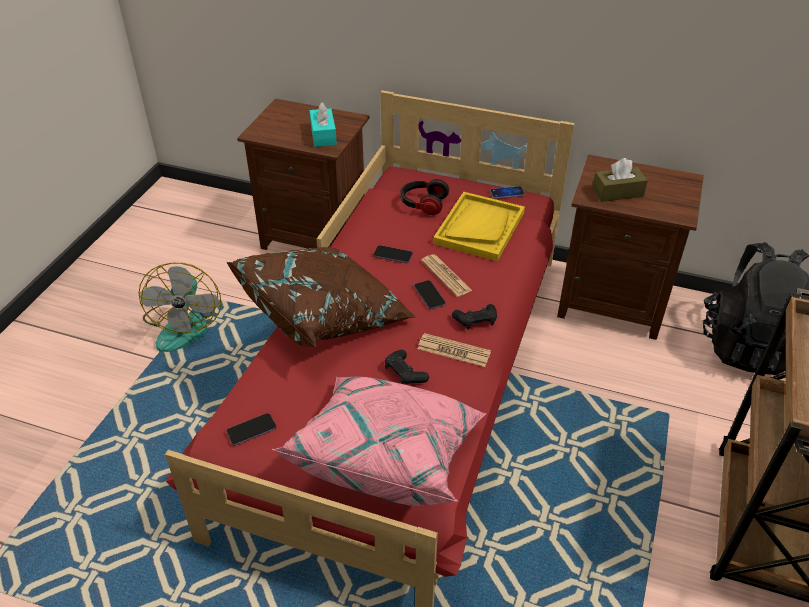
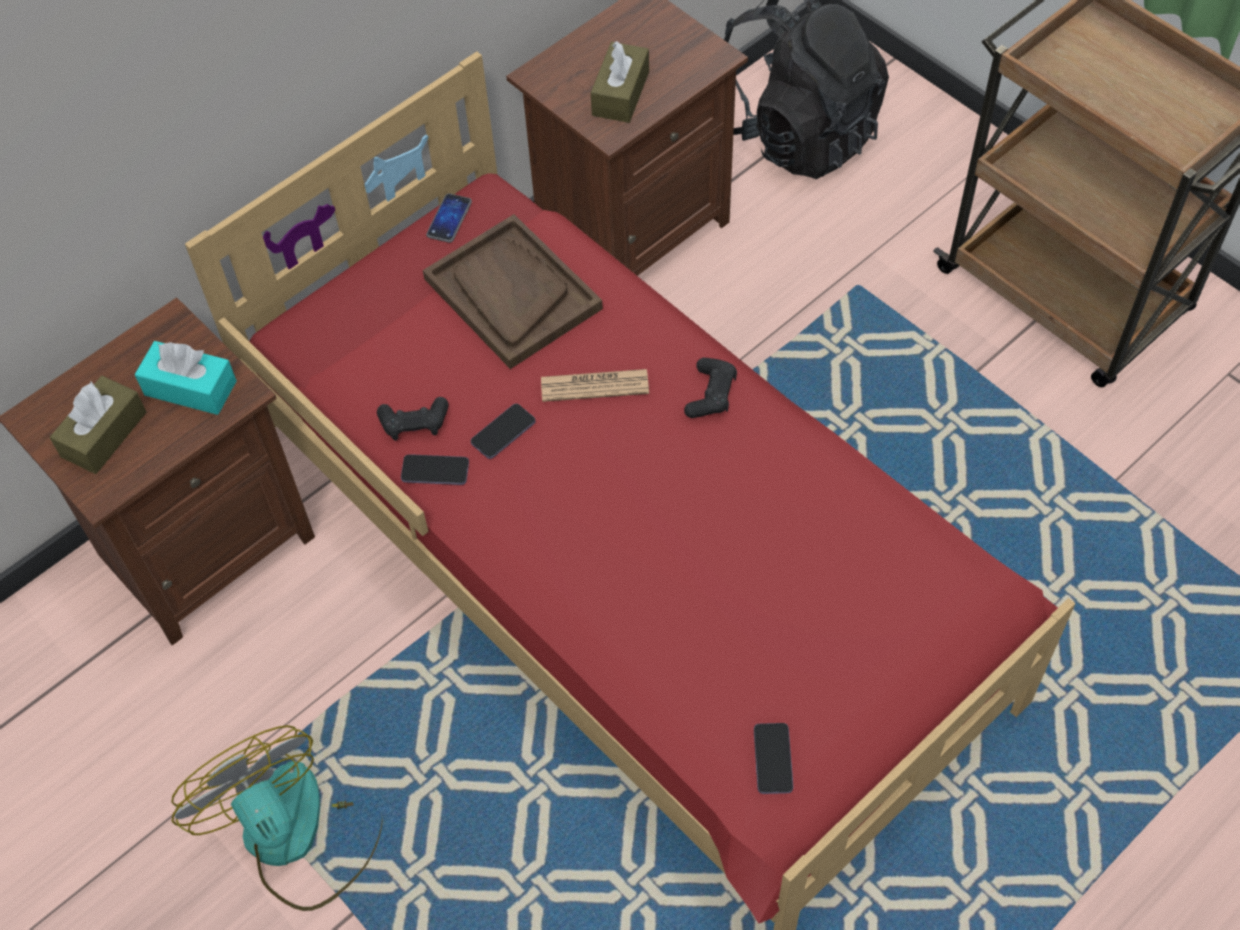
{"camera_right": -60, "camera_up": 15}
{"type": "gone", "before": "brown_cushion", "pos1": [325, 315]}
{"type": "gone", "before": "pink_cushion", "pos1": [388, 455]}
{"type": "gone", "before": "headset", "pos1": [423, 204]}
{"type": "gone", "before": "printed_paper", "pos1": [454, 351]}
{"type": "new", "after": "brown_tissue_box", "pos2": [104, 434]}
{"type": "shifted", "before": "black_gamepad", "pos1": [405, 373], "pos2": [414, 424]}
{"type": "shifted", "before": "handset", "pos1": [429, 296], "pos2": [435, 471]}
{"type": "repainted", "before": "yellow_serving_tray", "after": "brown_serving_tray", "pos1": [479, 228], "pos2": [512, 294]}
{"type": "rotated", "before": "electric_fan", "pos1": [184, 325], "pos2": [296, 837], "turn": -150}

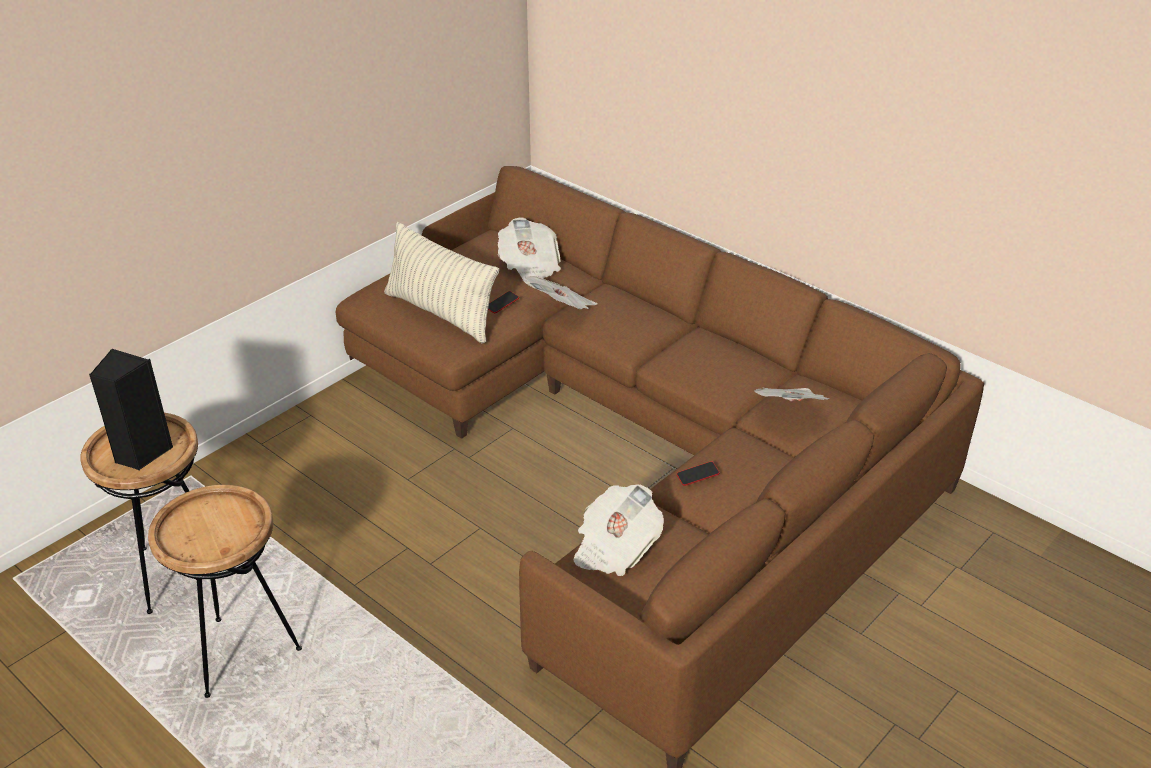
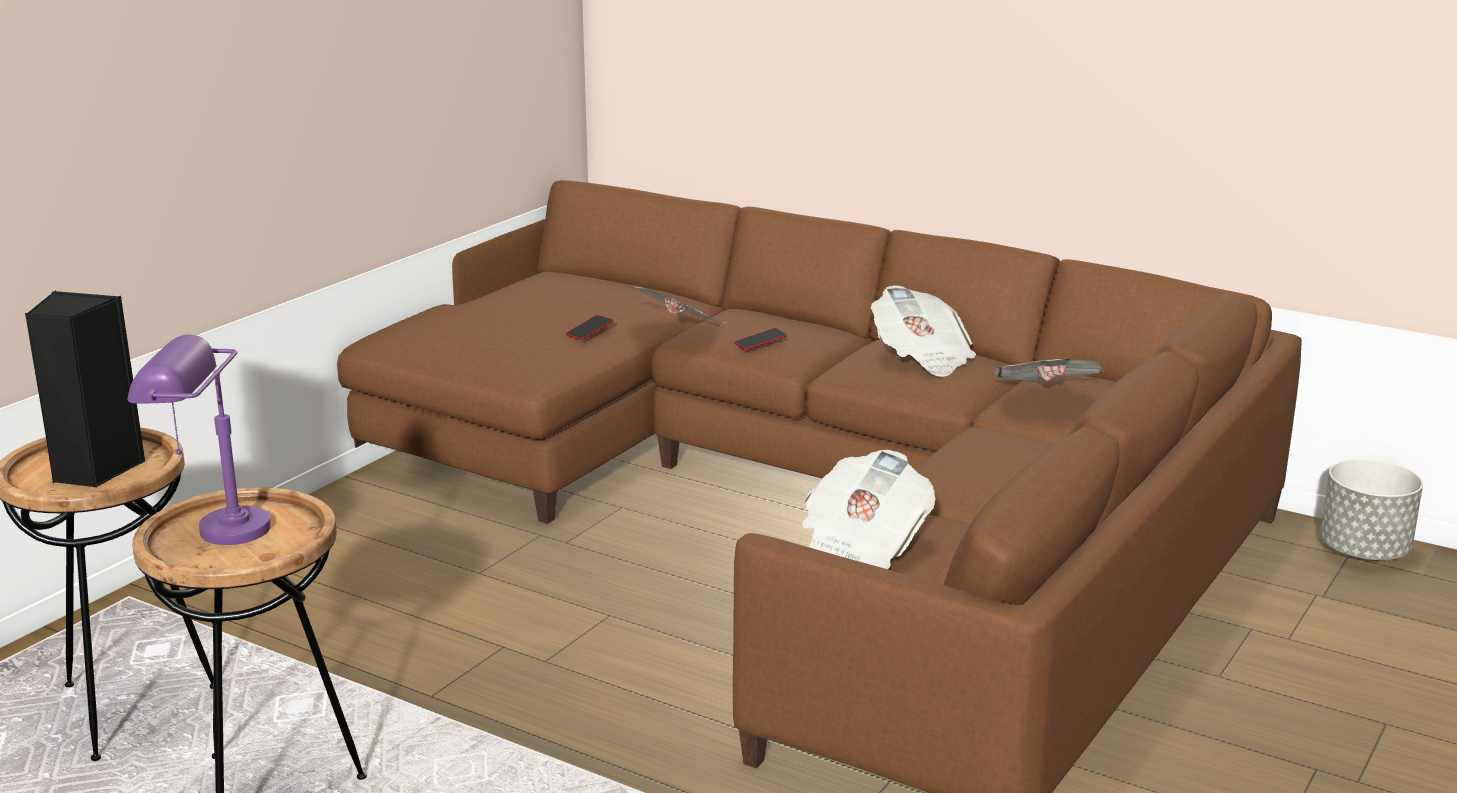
{"camera_right": -10, "camera_up": -15}
{"type": "gone", "before": "cushion", "pos1": [441, 313]}
{"type": "new", "after": "purple-coloured_tabletop_lamp", "pos2": [210, 530]}
{"type": "new", "after": "gray_flower_pot", "pos2": [1364, 552]}
{"type": "shifted", "before": "printed_paper", "pos1": [529, 267], "pos2": [922, 358]}
{"type": "shifted", "before": "handset", "pos1": [697, 476], "pos2": [760, 343]}

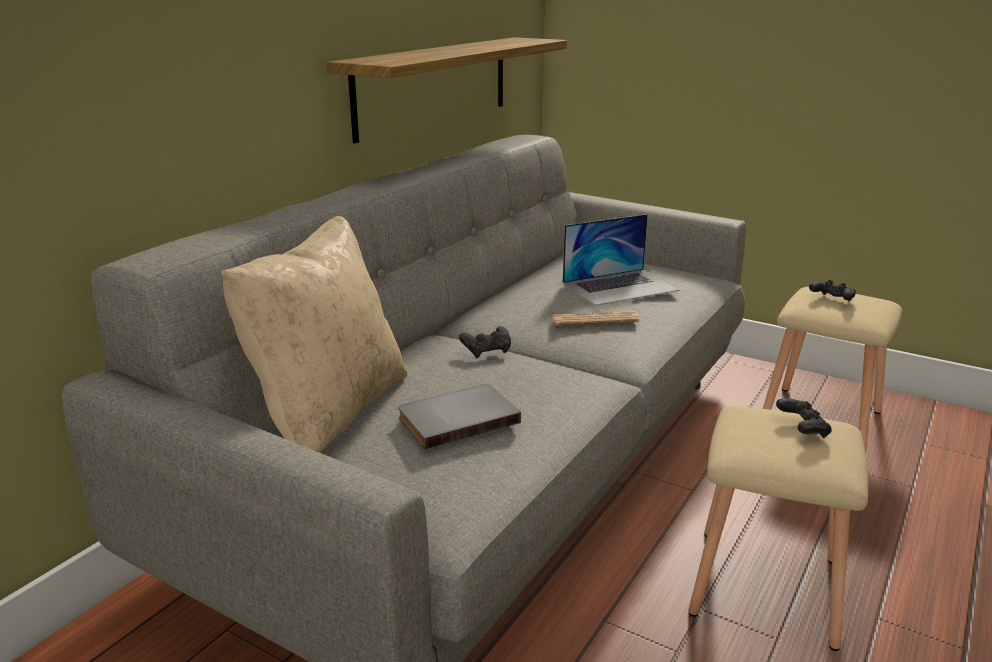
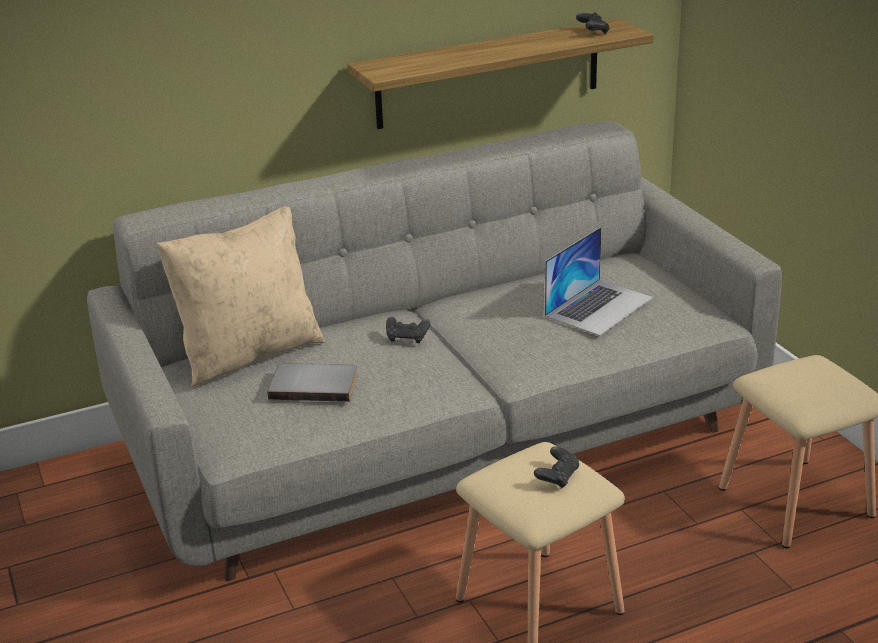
{"camera_right": 35, "camera_up": 5}
{"type": "gone", "before": "printed_paper", "pos1": [594, 319]}
{"type": "shifted", "before": "black_gamepad", "pos1": [831, 300], "pos2": [593, 32]}
{"type": "rotated", "before": "notebook_computer", "pos1": [620, 286], "pos2": [599, 306], "turn": -60}

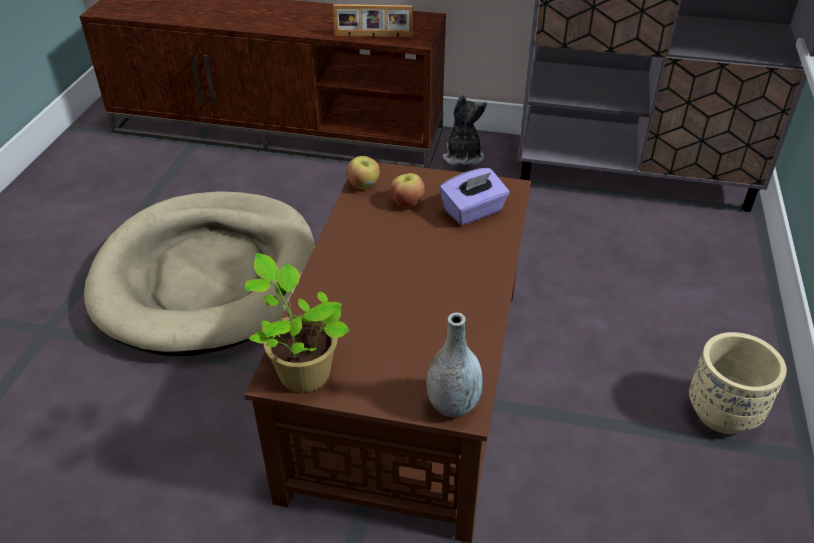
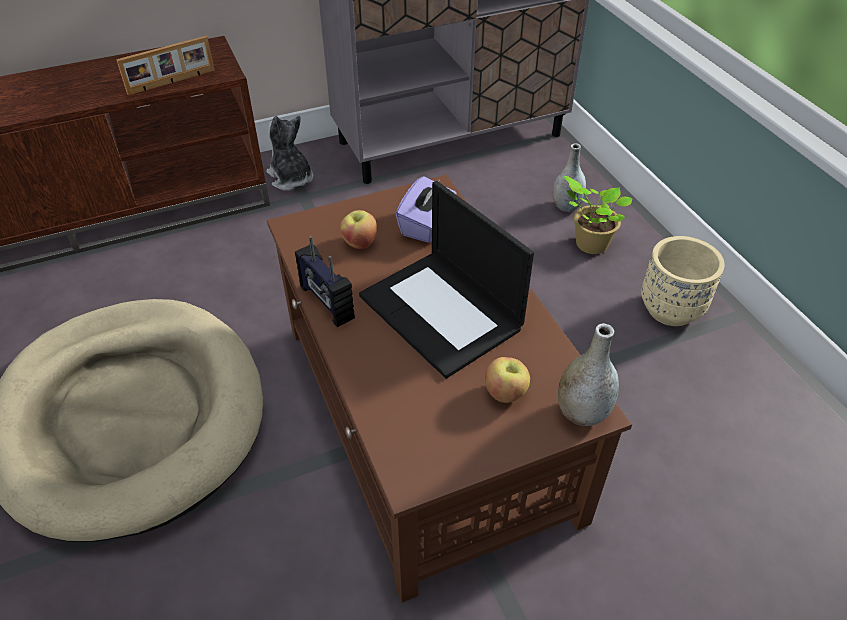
{"camera_right": -35, "camera_up": 5}
{"type": "new", "after": "radio_set", "pos2": [326, 302]}
{"type": "new", "after": "notebook_computer", "pos2": [442, 312]}
{"type": "new", "after": "gray_decorative_vase", "pos2": [566, 206]}
{"type": "shifted", "before": "potted_plant", "pos1": [301, 371], "pos2": [589, 244]}
{"type": "shifted", "before": "apple_fruit", "pos1": [364, 185], "pos2": [505, 392]}

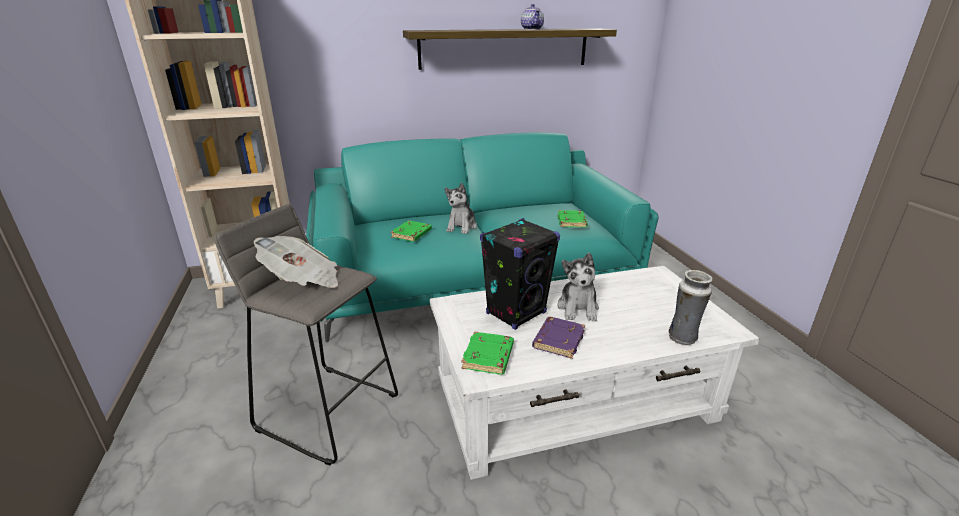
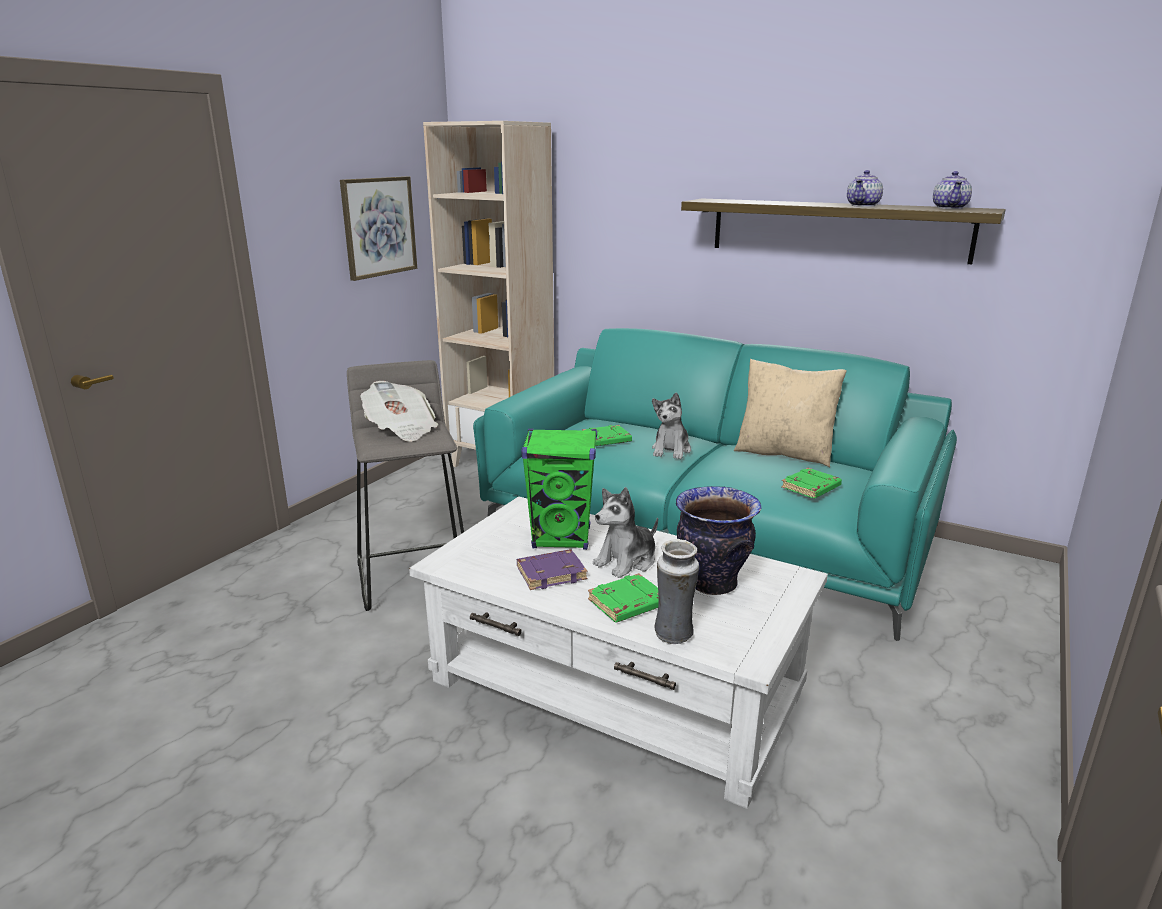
{"camera_right": 45, "camera_up": -5}
{"type": "new", "after": "wall_picture", "pos2": [379, 227]}
{"type": "new", "after": "decorative_vase", "pos2": [711, 584]}
{"type": "new", "after": "sand-coloured_cushion", "pos2": [784, 453]}
{"type": "new", "after": "pot_for_tea", "pos2": [950, 208]}
{"type": "shifted", "before": "green_book", "pos1": [489, 357], "pos2": [627, 604]}
{"type": "repainted", "before": "black_audio_speaker", "after": "green_audio_speaker", "pos1": [516, 313], "pos2": [562, 538]}
{"type": "rotated", "before": "cuddly_toy", "pos1": [462, 226], "pos2": [671, 450], "turn": -45}

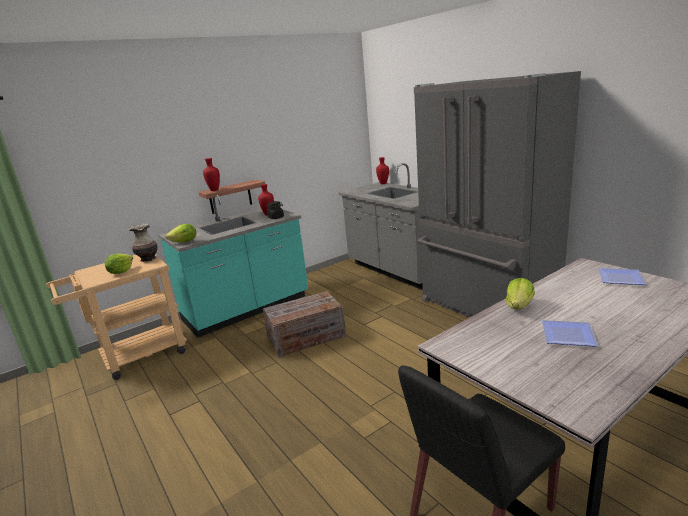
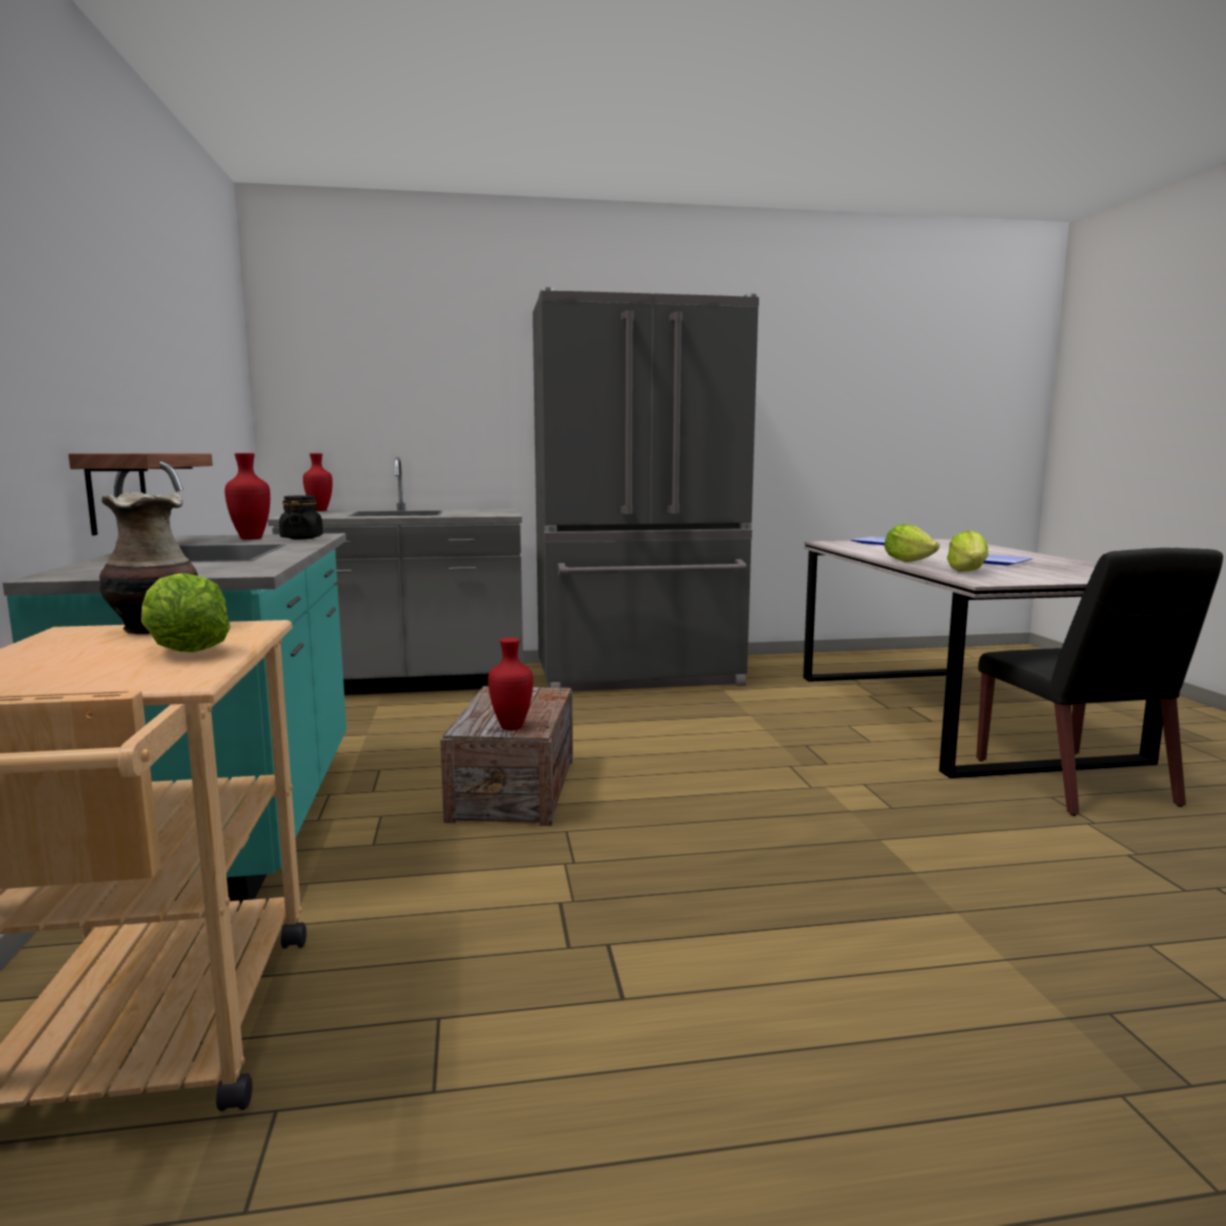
{"camera_right": -65, "camera_up": -10}
{"type": "shifted", "before": "lettuce_head", "pos1": [184, 242], "pos2": [967, 571]}
{"type": "shifted", "before": "reddish_decorative_vase", "pos1": [214, 190], "pos2": [513, 727]}

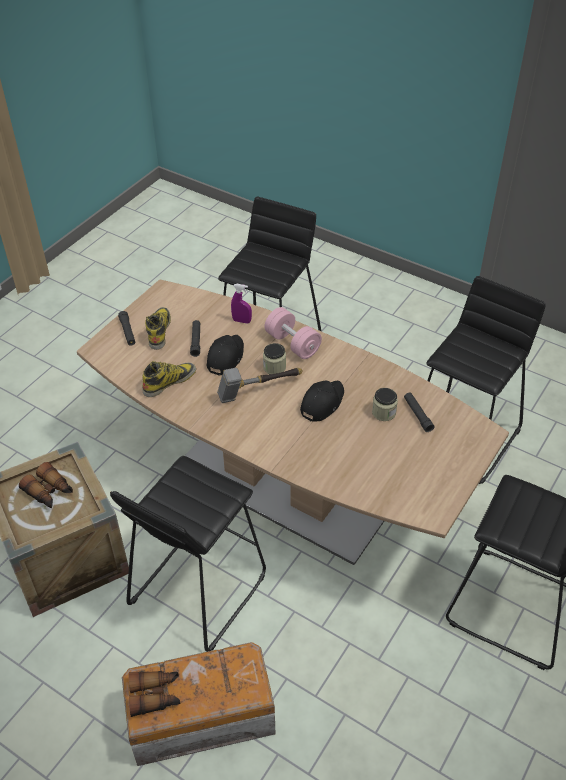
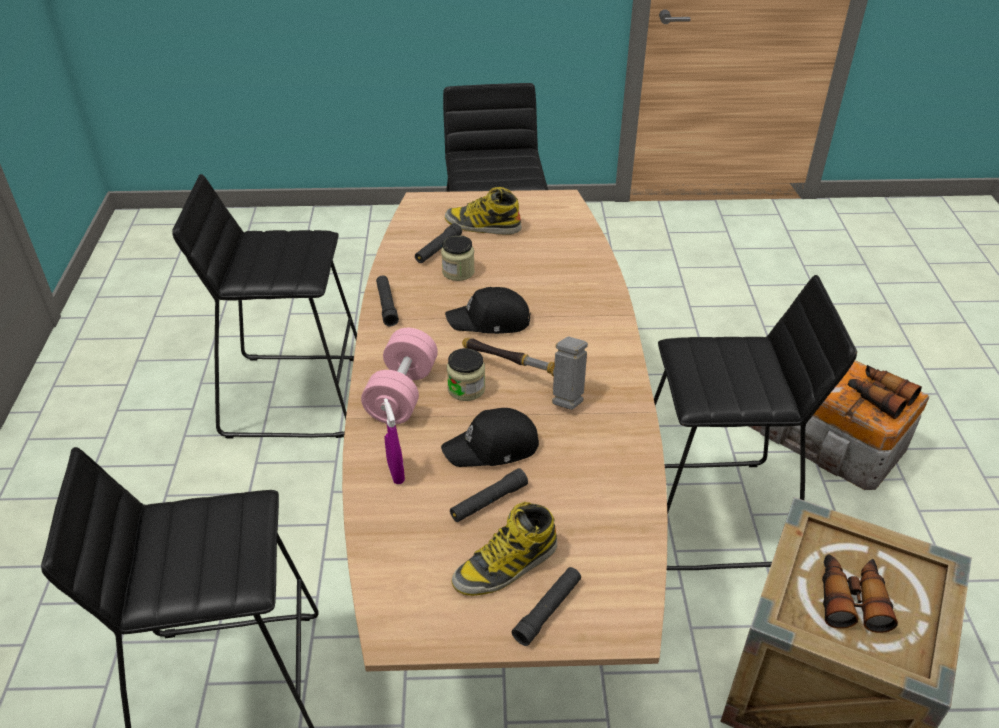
{"camera_right": -125, "camera_up": -5}
{"type": "new", "after": "black_flashlight", "pos2": [387, 305]}
{"type": "shifted", "before": "high-top_boot", "pos1": [169, 381], "pos2": [482, 225]}

